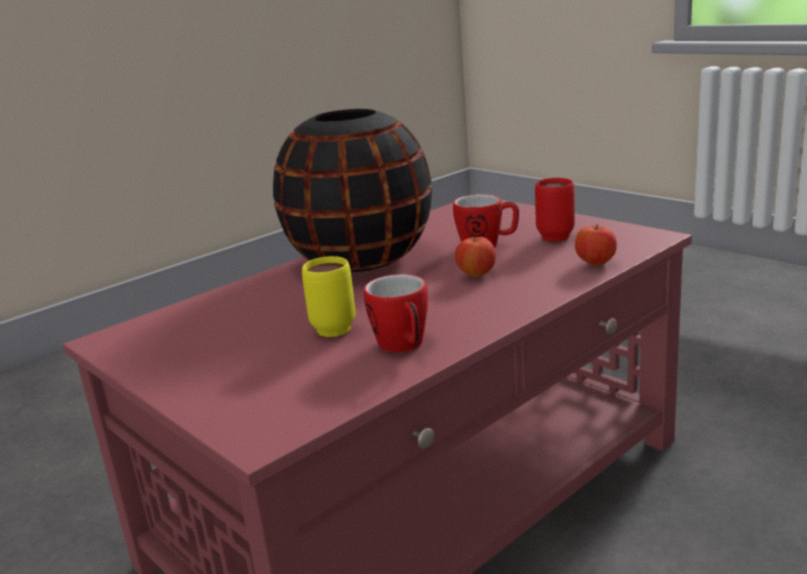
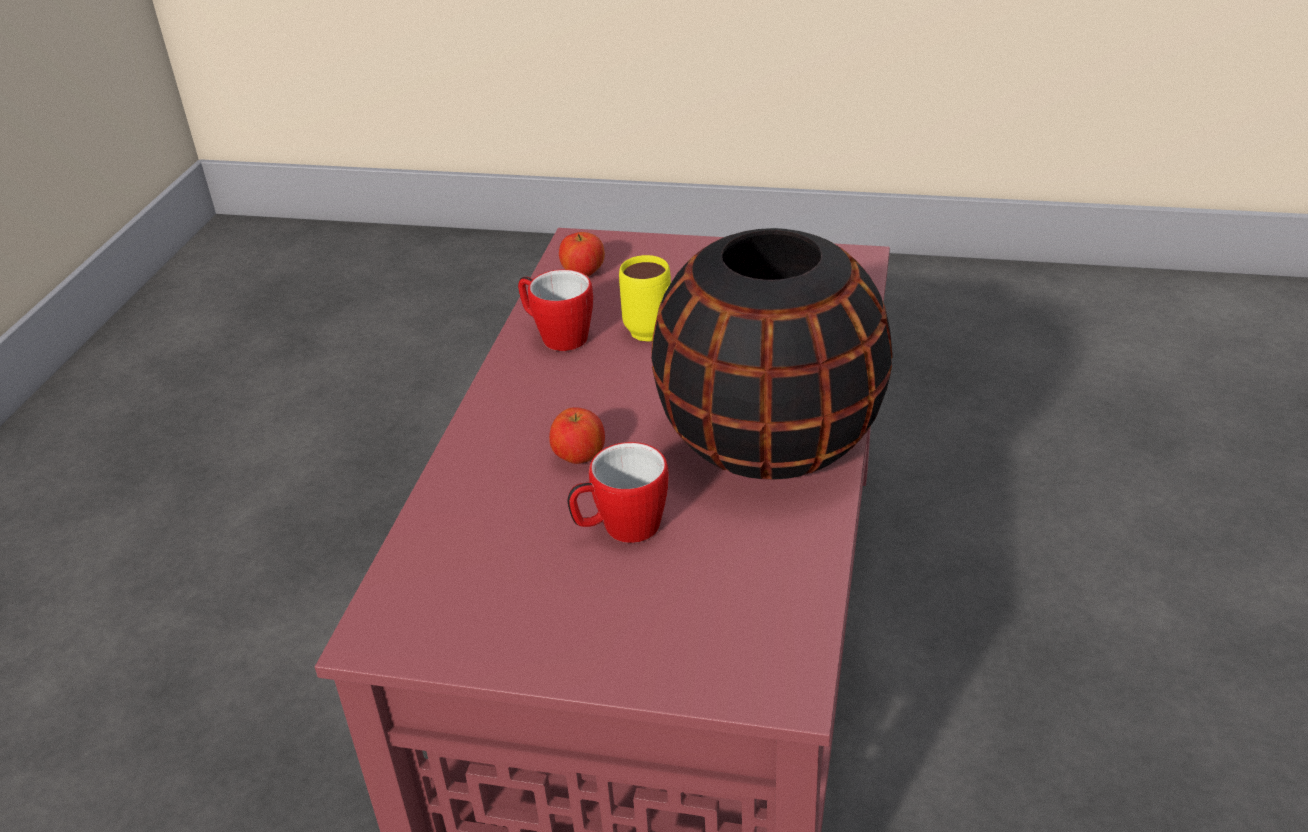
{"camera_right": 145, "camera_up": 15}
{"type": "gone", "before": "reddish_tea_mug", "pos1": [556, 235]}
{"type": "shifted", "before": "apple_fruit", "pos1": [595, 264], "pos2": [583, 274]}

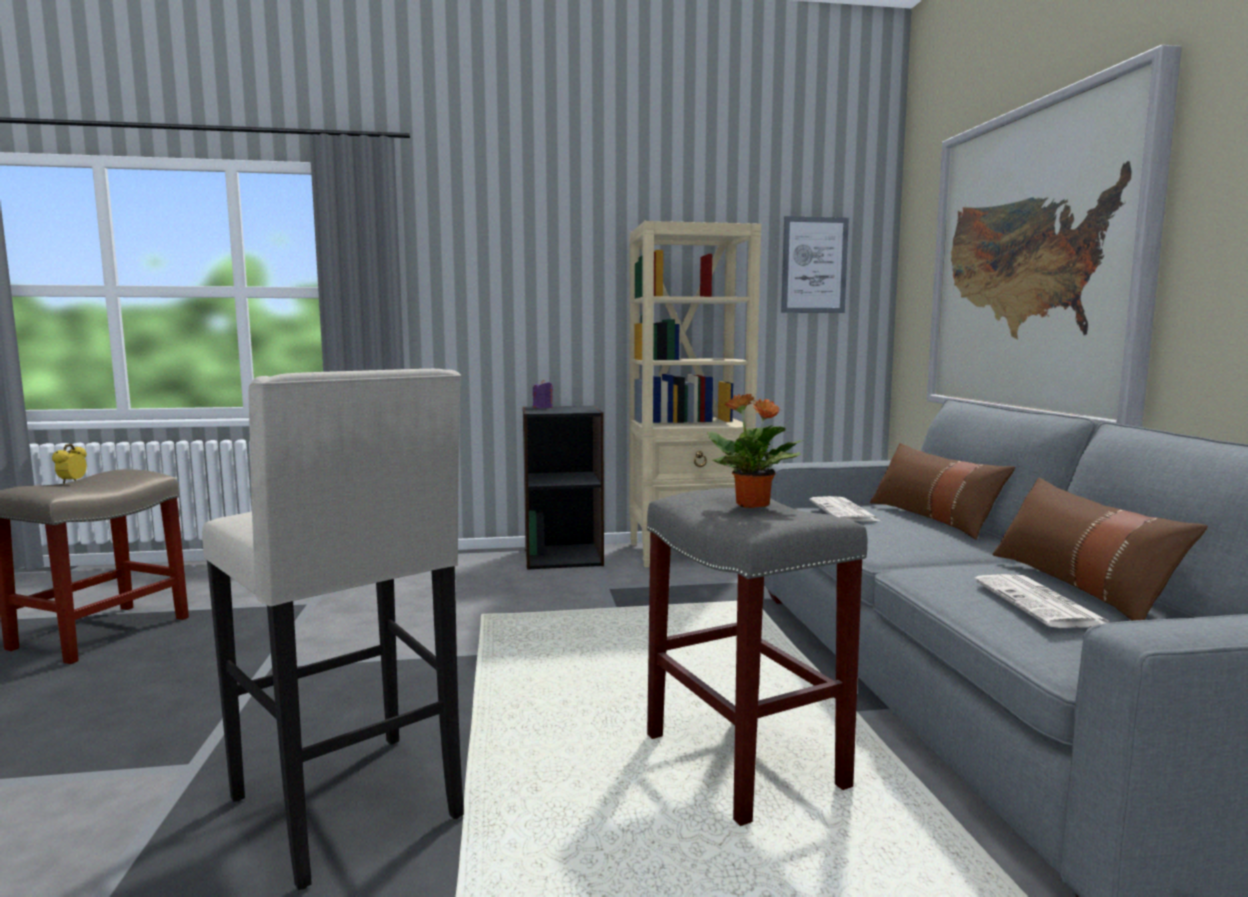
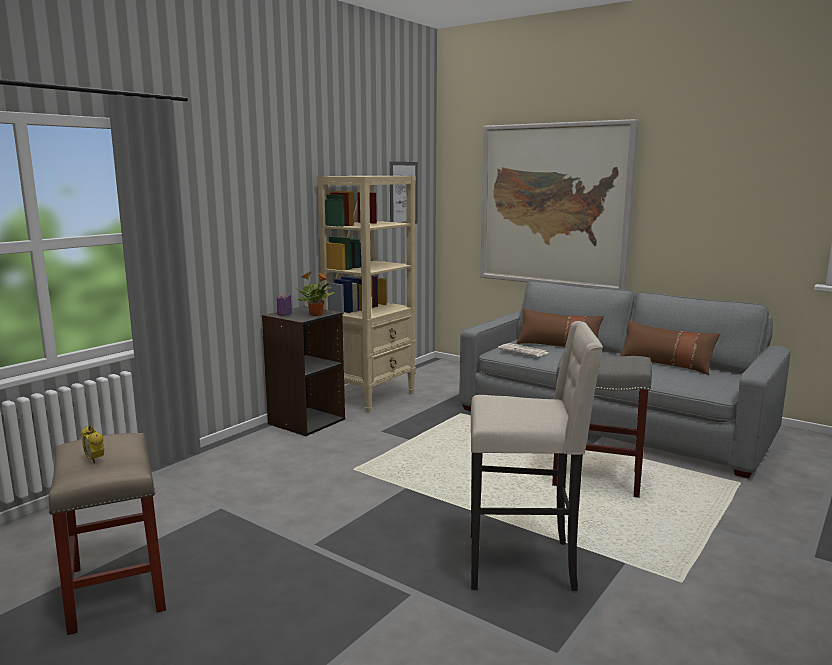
{"camera_right": -45, "camera_up": 5}
{"type": "gone", "before": "printed_paper", "pos1": [1041, 604]}
{"type": "shifted", "before": "potted_plant", "pos1": [753, 505], "pos2": [316, 314]}

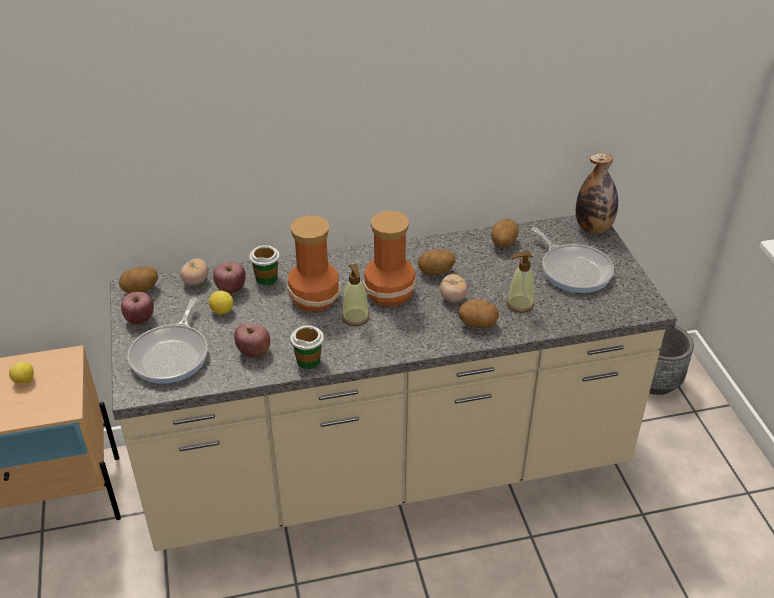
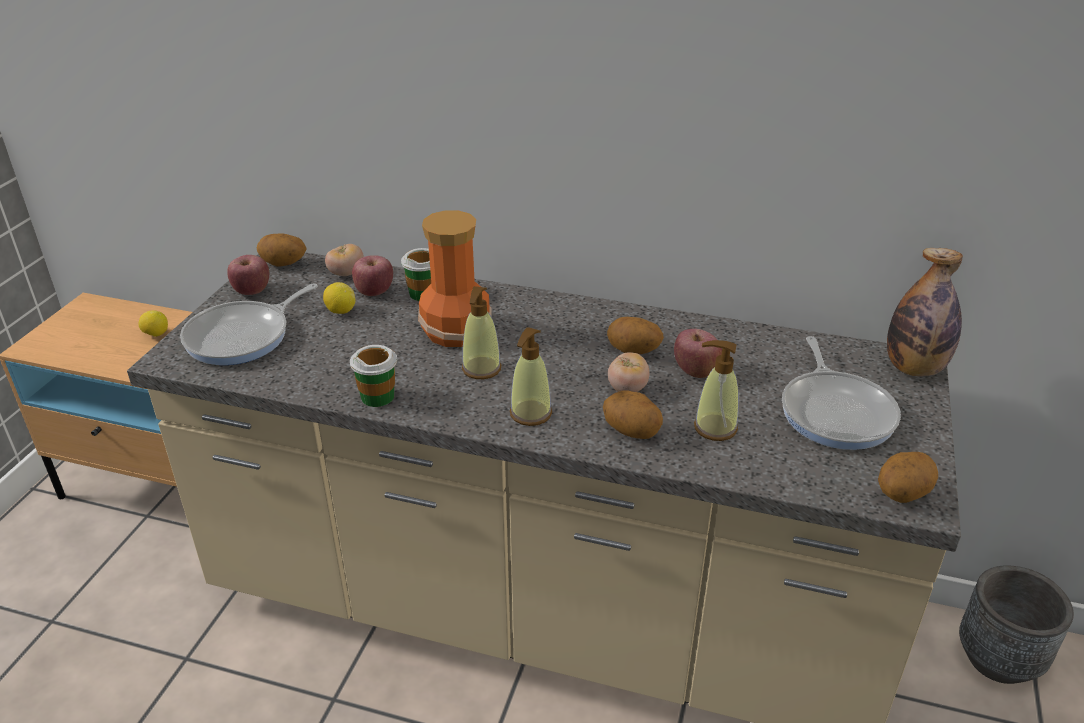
{"camera_right": 30, "camera_up": -5}
{"type": "gone", "before": "decorative_vase", "pos1": [390, 293]}
{"type": "new", "after": "soap_bottle", "pos2": [530, 414]}
{"type": "shifted", "before": "apple_fruit", "pos1": [253, 351], "pos2": [695, 371]}
{"type": "shifted", "before": "potato", "pos1": [503, 243], "pos2": [901, 494]}

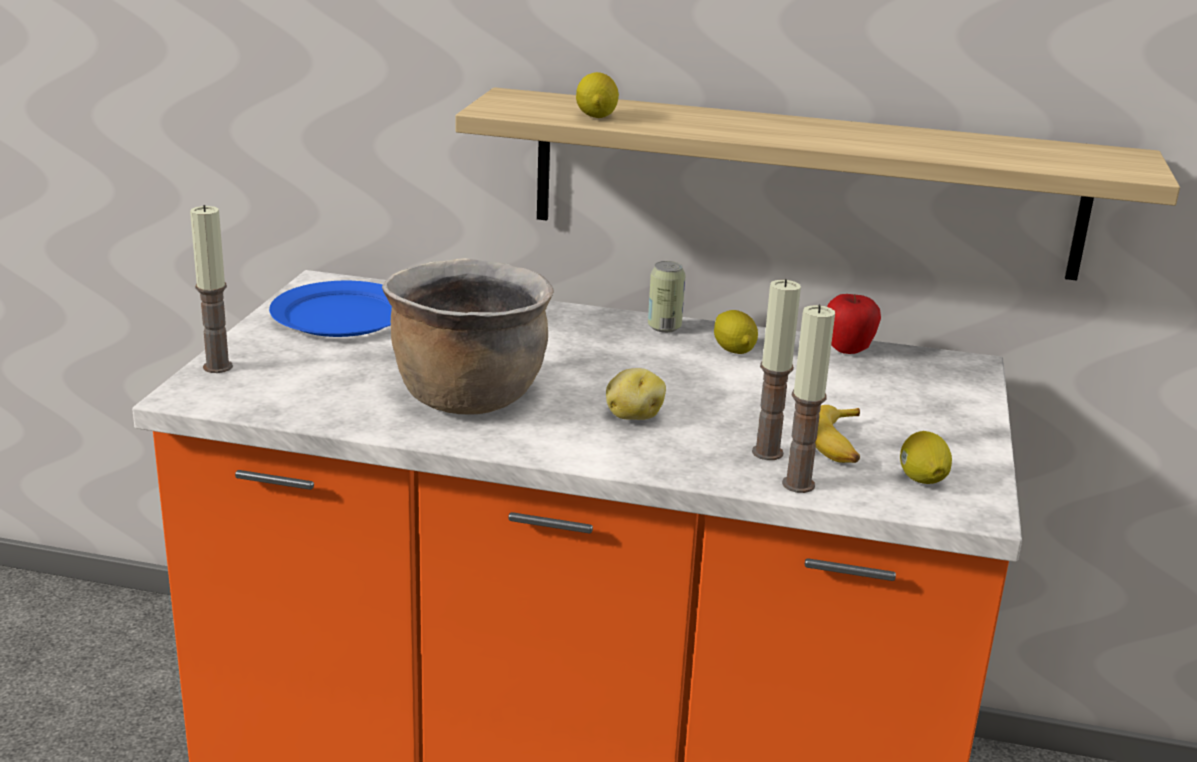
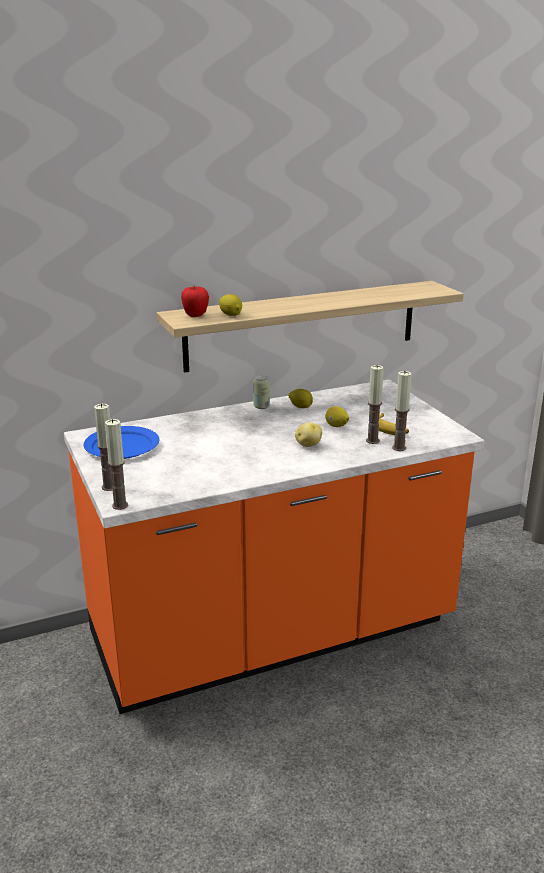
{"camera_right": -35, "camera_up": 0}
{"type": "gone", "before": "brown_stockpot", "pos1": [468, 396]}
{"type": "new", "after": "candle", "pos2": [120, 505]}
{"type": "shifted", "before": "apple_fruit", "pos1": [848, 350], "pos2": [195, 316]}
{"type": "shifted", "before": "citrus_fruit", "pos1": [922, 480], "pos2": [336, 426]}

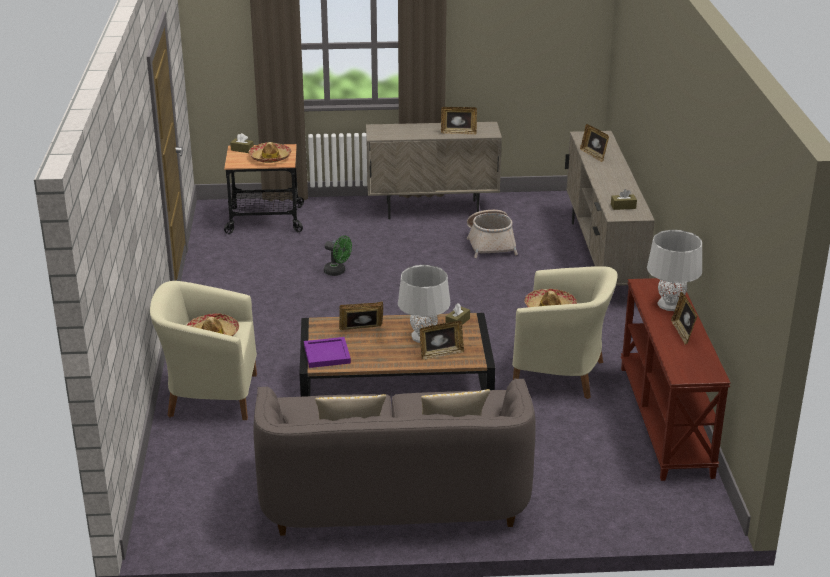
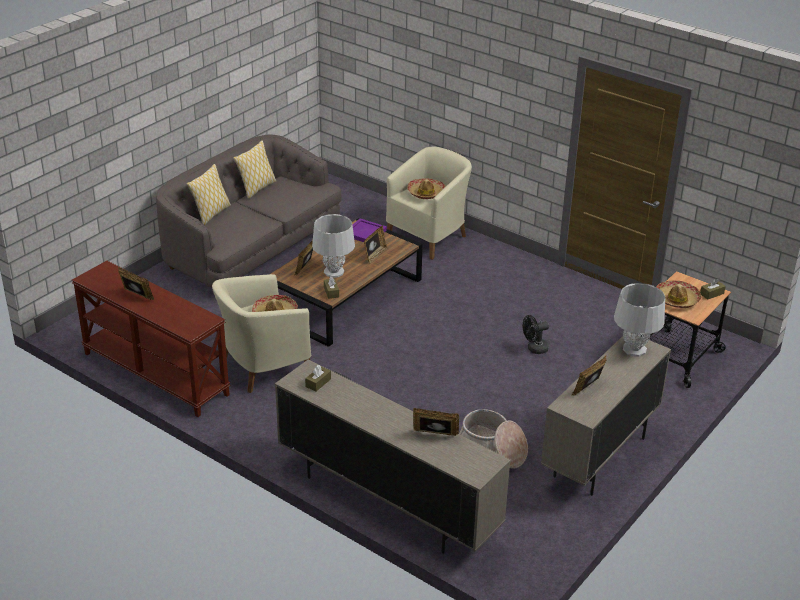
{"camera_right": 130, "camera_up": 5}
{"type": "shifted", "before": "gray_tabletop_lamp", "pos1": [670, 304], "pos2": [634, 349]}
{"type": "repainted", "before": "green_electric_fan", "after": "black_electric_fan", "pos1": [337, 272], "pos2": [534, 349]}

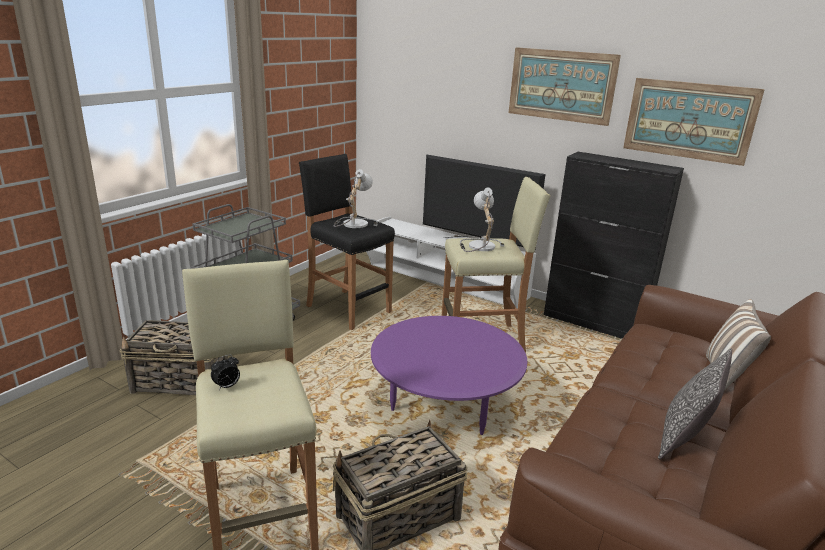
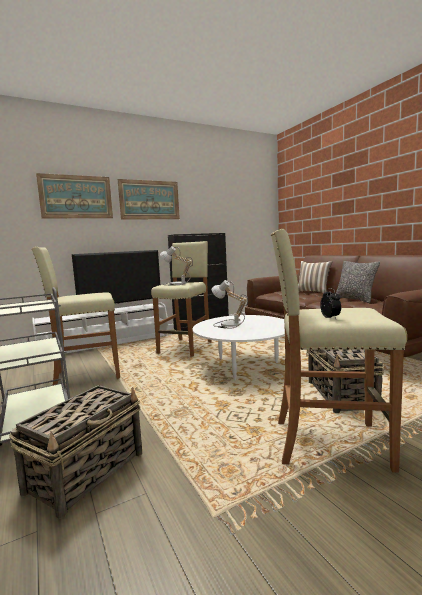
{"camera_right": -60, "camera_up": -15}
{"type": "shifted", "before": "tabletop_lamp", "pos1": [353, 223], "pos2": [228, 324]}
{"type": "shifted", "before": "wall_picture", "pos1": [689, 120], "pos2": [76, 197]}
{"type": "repainted", "before": "black_sitting_stool", "after": "sand-coloured_sitting_stool", "pos1": [347, 309], "pos2": [86, 375]}
{"type": "repainted", "before": "purple-coloured_low_table", "after": "whitish_low_table", "pos1": [444, 407], "pos2": [244, 367]}

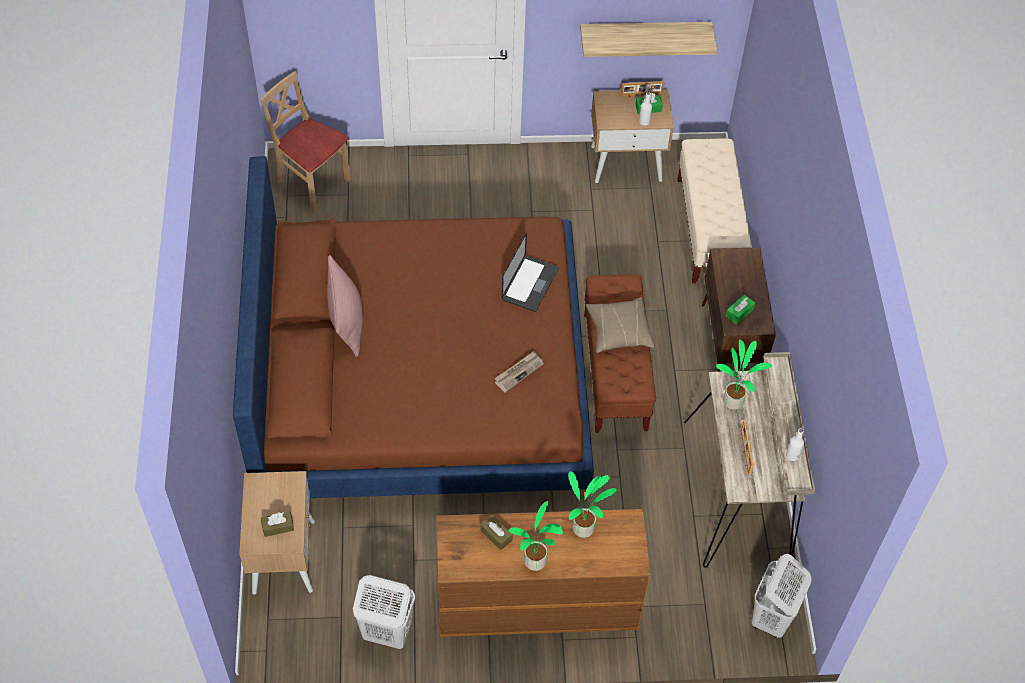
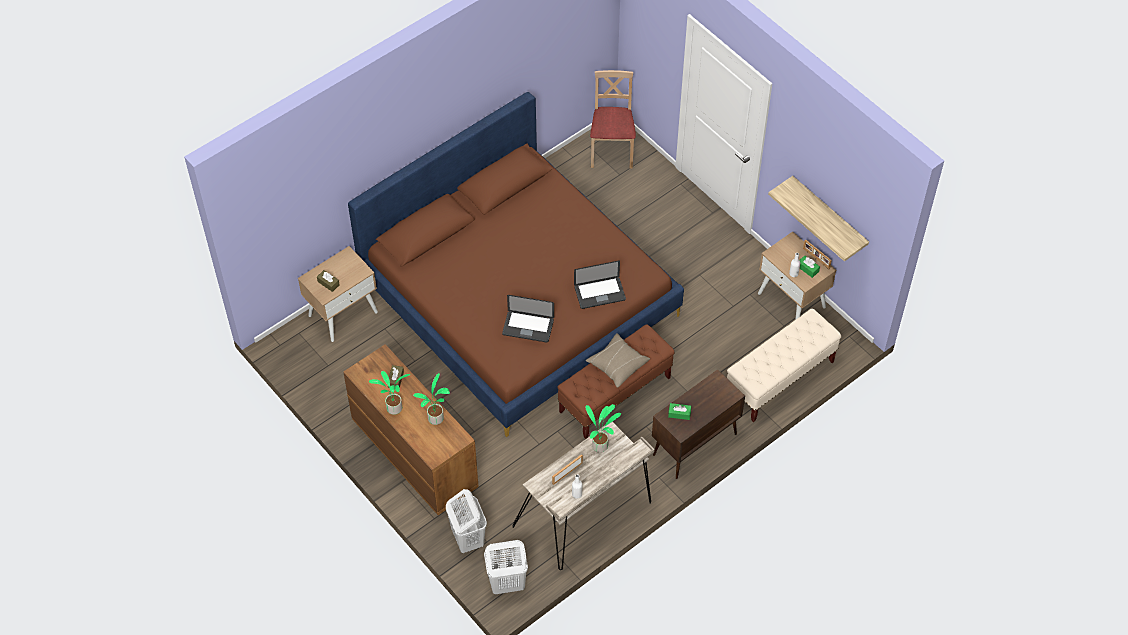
{"camera_right": 55, "camera_up": 0}
{"type": "gone", "before": "pink_cushion", "pos1": [346, 319]}
{"type": "shifted", "before": "whitish_laundry_basket", "pos1": [386, 632], "pos2": [467, 538]}
{"type": "swapped", "before": "printed_paper", "after": "notebook_computer", "pos1": [519, 372], "pos2": [528, 327]}

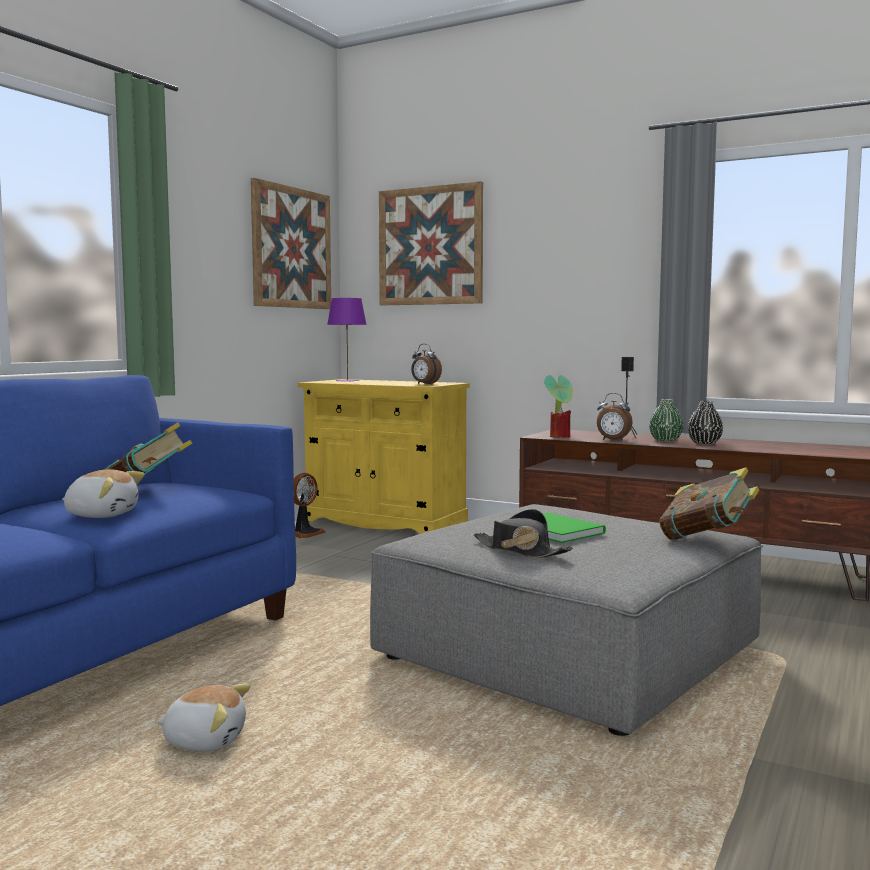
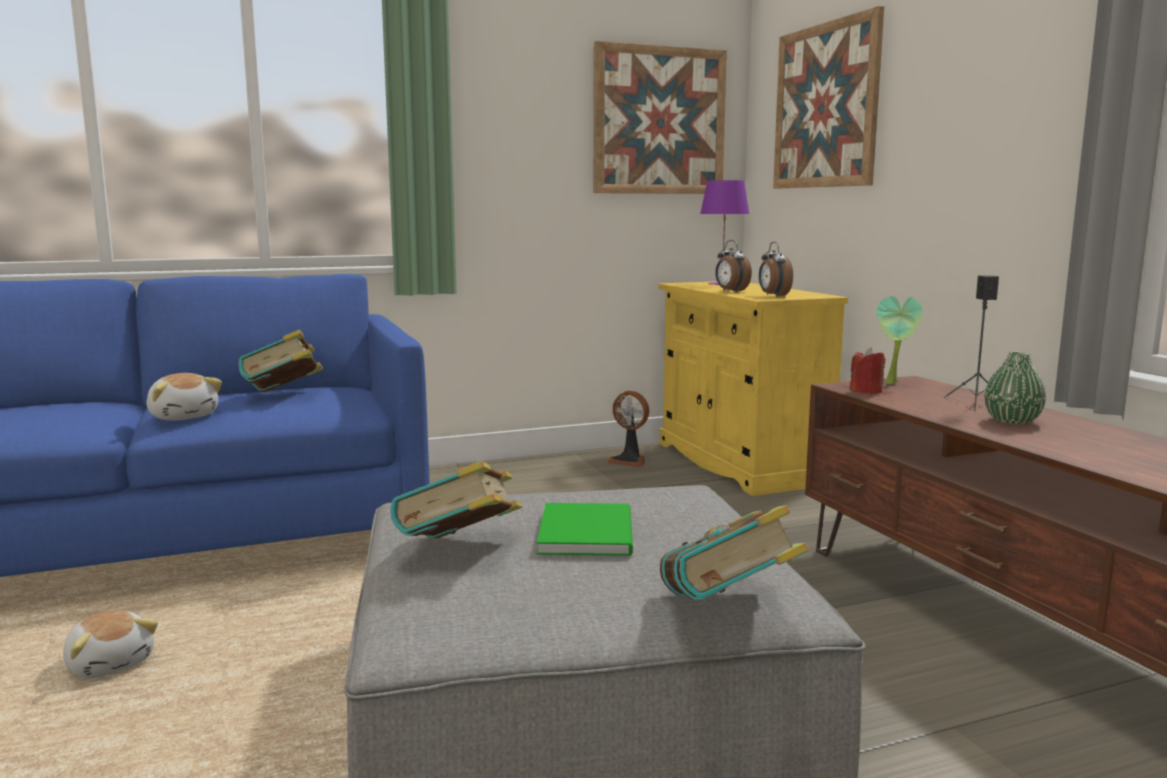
{"camera_right": 40, "camera_up": 5}
{"type": "gone", "before": "black_decorative_vase", "pos1": [704, 443]}
{"type": "shifted", "before": "table_clock", "pos1": [613, 440], "pos2": [731, 291]}
{"type": "swapped", "before": "black_hat", "after": "book", "pos1": [520, 550], "pos2": [460, 552]}
{"type": "rotated", "before": "electric_fan", "pos1": [305, 533], "pos2": [629, 461], "turn": 45}

